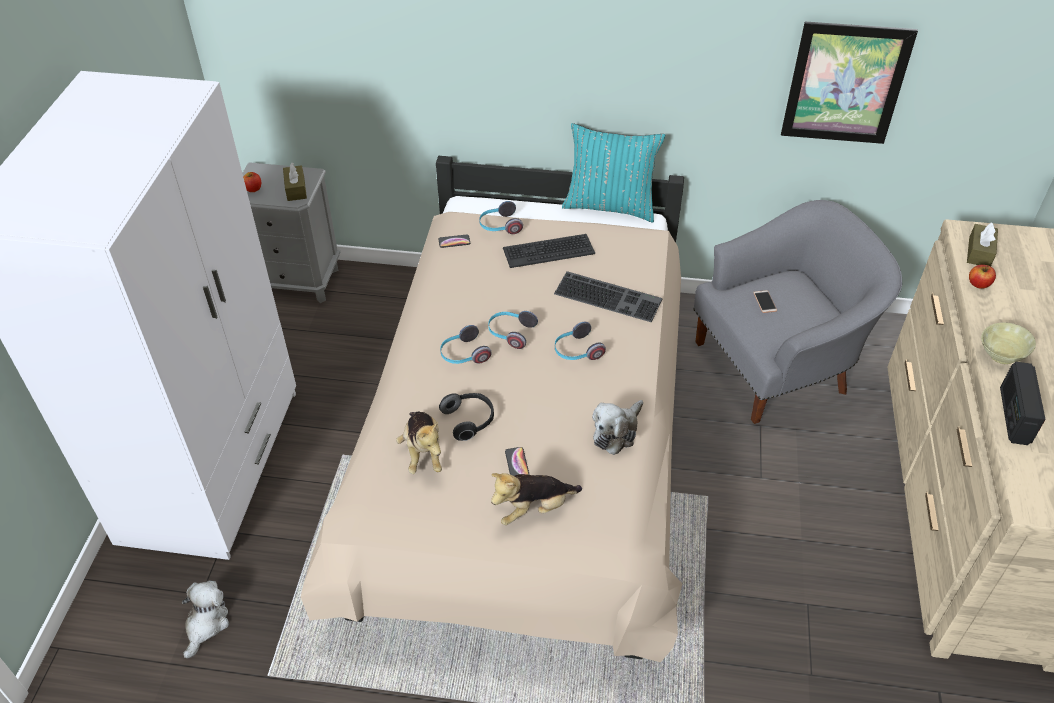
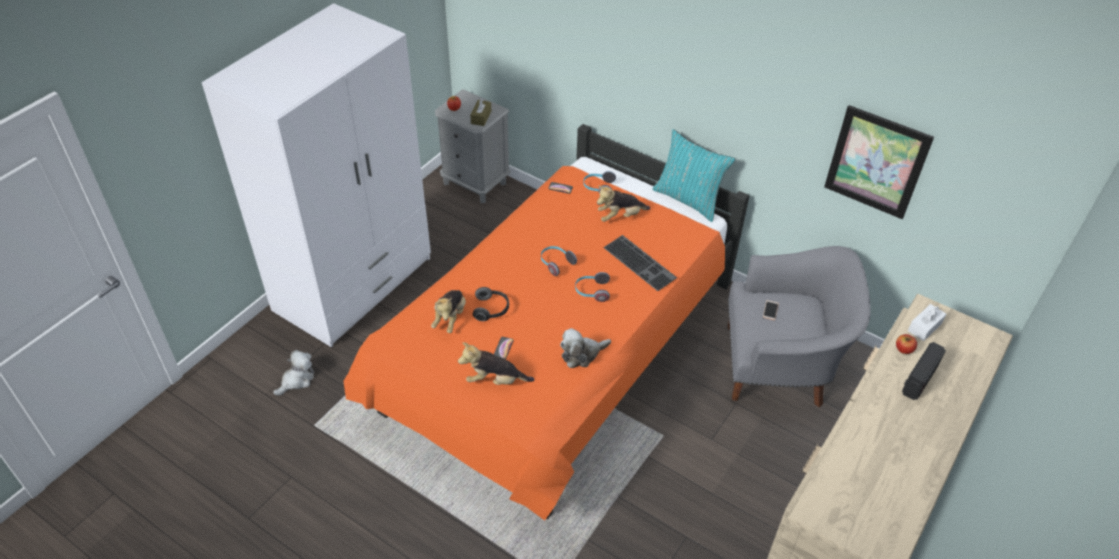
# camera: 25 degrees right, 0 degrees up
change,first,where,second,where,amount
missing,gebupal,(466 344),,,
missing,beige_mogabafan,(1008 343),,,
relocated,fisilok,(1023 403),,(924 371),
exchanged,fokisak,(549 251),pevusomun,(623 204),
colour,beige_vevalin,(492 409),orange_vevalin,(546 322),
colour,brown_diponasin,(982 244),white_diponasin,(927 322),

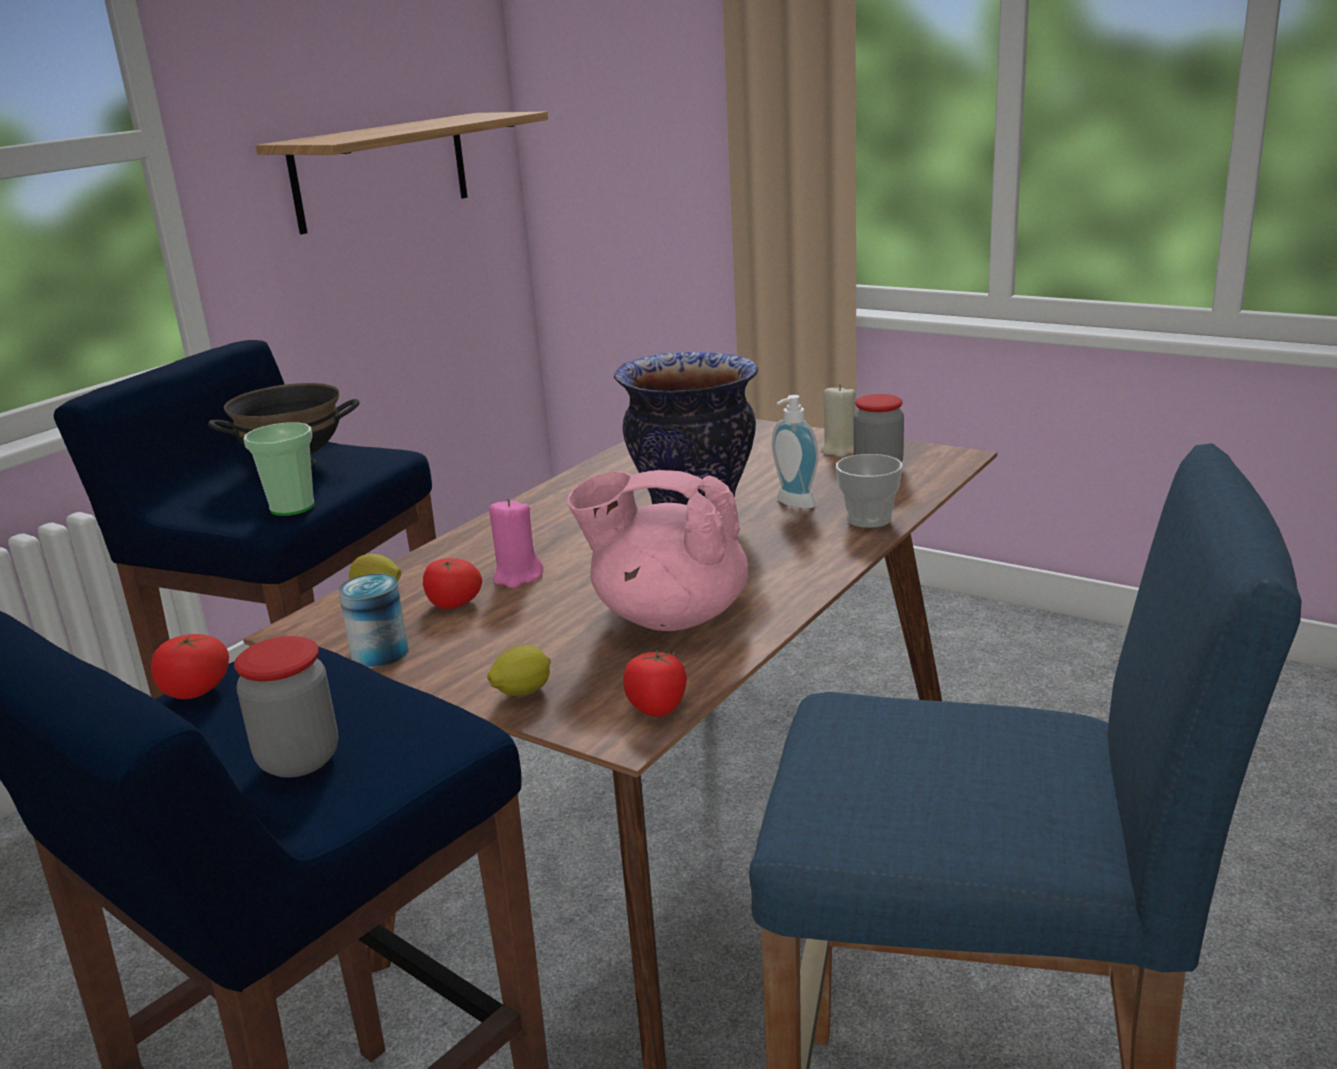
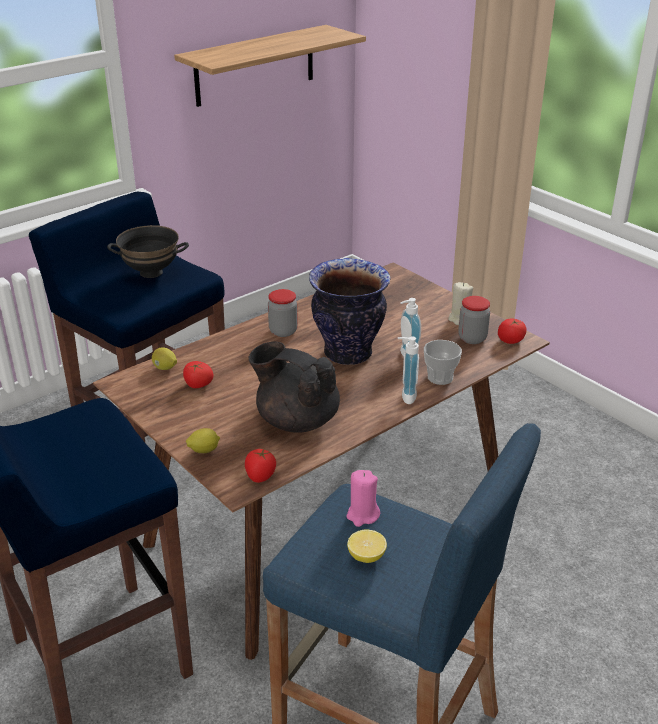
# camera: 15 degrees right, 10 degrees up
change,first,where,second,where,amount
missing,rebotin,(279 469),,,
missing,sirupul,(373 620),,,
appeared,,,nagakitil,(367 546),
appeared,,,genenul,(408 370),
relocated,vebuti,(190 666),,(512 331),
relocated,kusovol,(286 707),,(283 313),
relocated,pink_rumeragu,(516 543),,(363 498),
colour,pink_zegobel,(657 550),black_zegobel,(294 387),

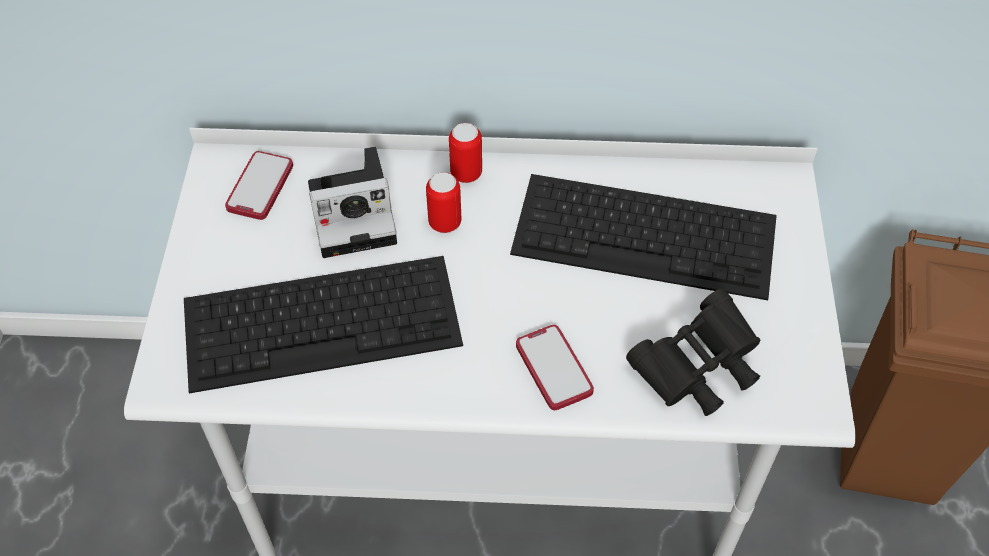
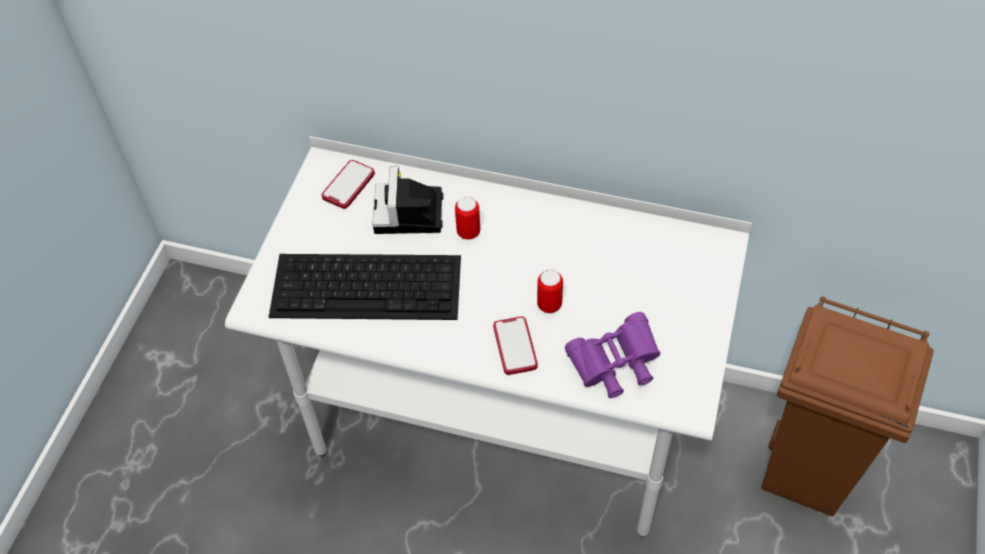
# camera: 15 degrees right, 0 degrees up
change,first,where,second,where,amount
missing,fokisak,(643 237),,,
relocated,sirupul,(465 153),,(550 291),
colour,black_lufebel,(693 352),purple_lufebel,(612 355),
spun,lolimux,(352 202),,(407 200),90 degrees clockwise

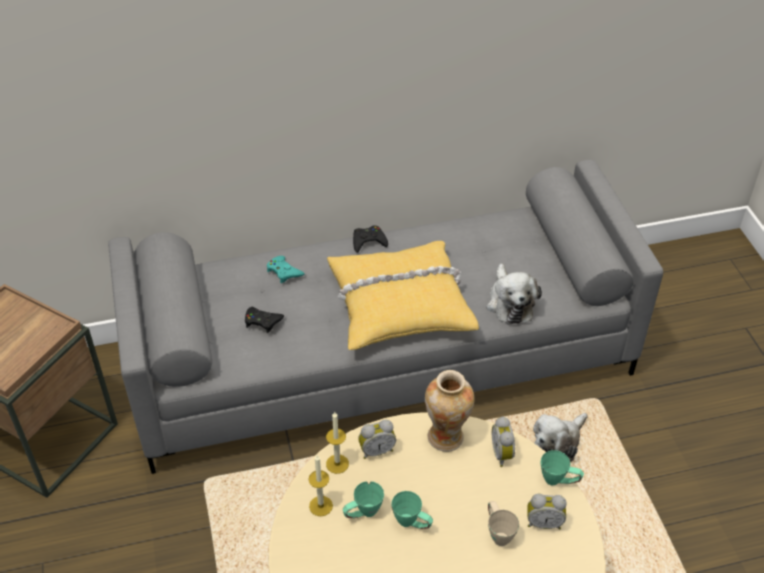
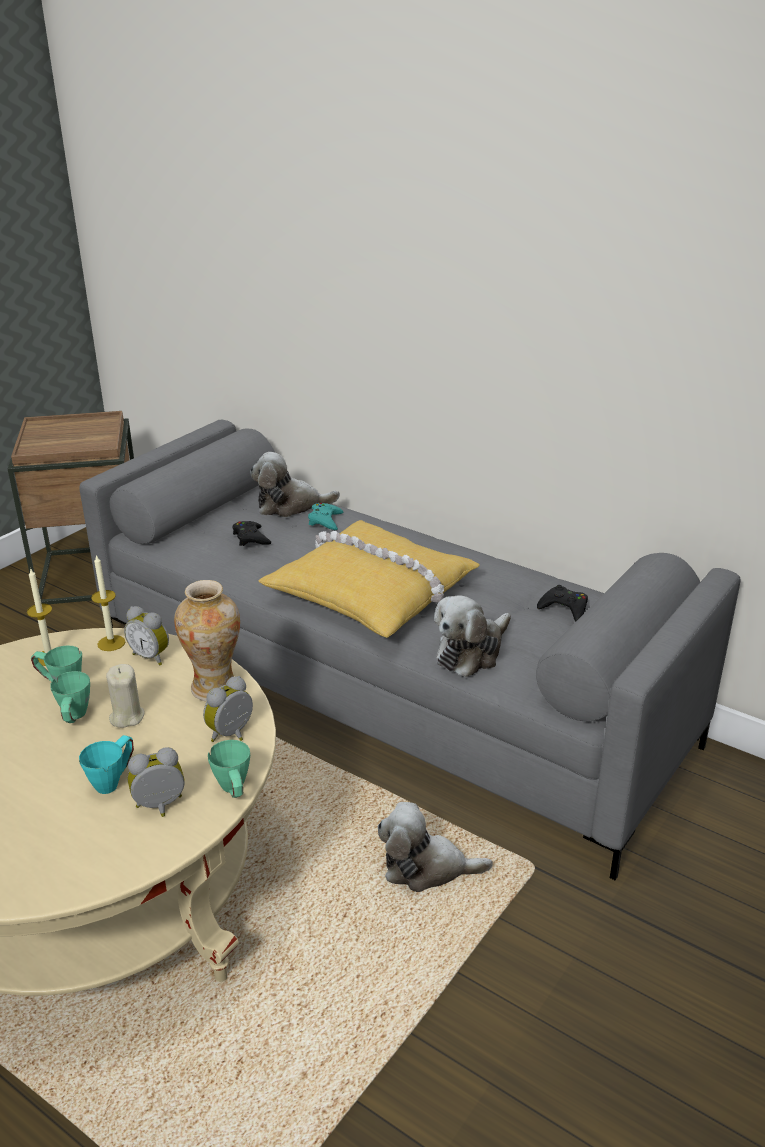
# camera: 50 degrees right, 15 degrees down
change,first,where,second,where,amount
appeared,,,beige_rumeragu,(125 696),
appeared,,,pevusomun,(295 484),
relocated,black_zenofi,(370 239),,(562 603),
colour,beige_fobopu,(503 523),turquoise_fobopu,(106 764),
spun,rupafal,(546 511),,(156 782),105 degrees clockwise

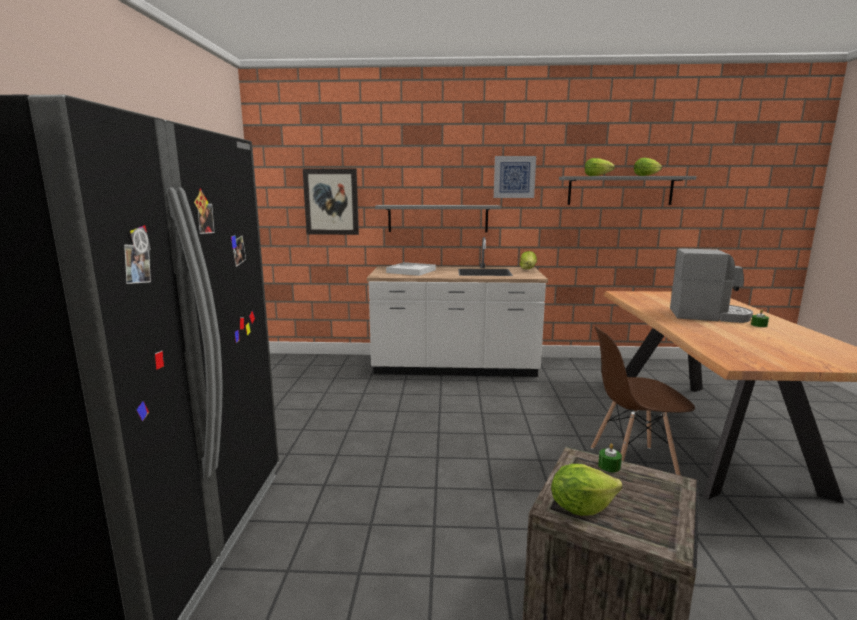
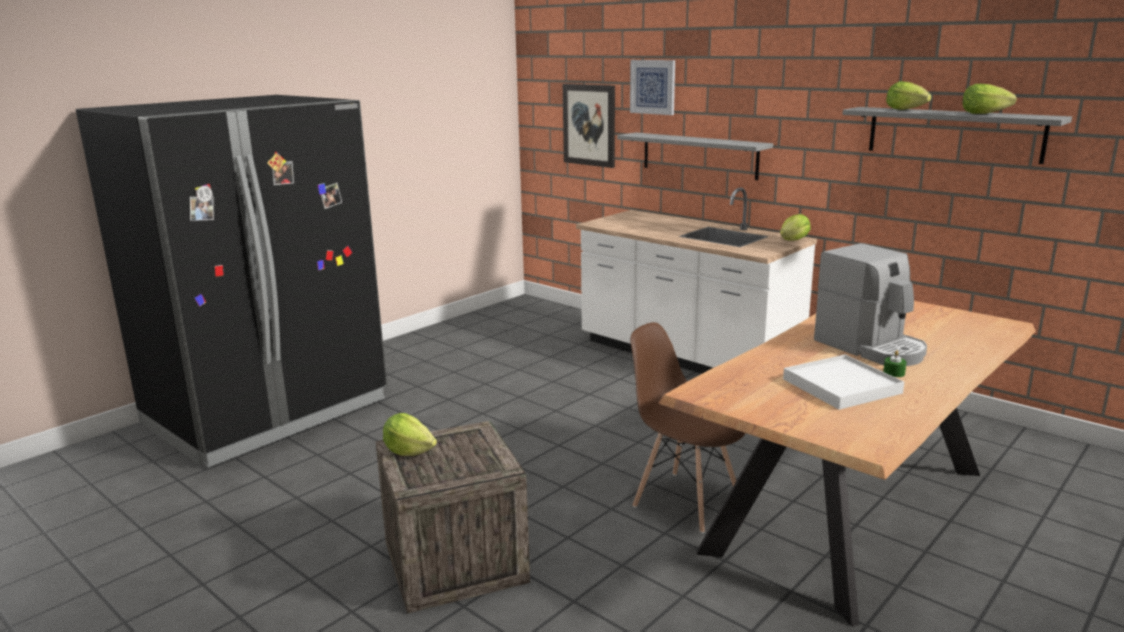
# camera: 40 degrees right, 5 degrees up
change,first,where,second,where,amount
missing,green_rumeragu,(610 457),,,
relocated,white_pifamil,(411 269),,(843 382),
relocated,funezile,(515 177),,(652 87),

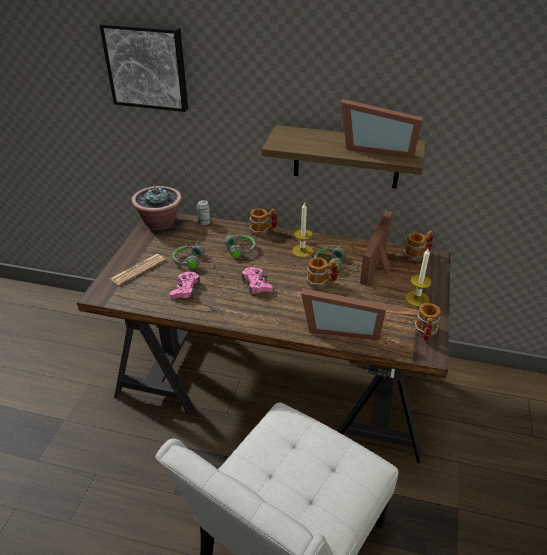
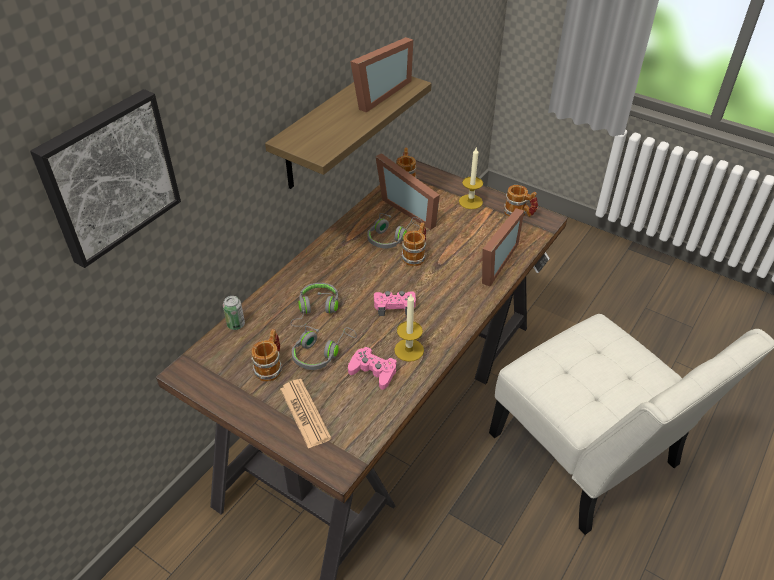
# camera: 70 degrees left, 5 degrees up
change,first,where,second,where,amount
missing,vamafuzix,(156 208),,,
relocated,fobopu,(263 222),,(267 355),
relocated,rumeragu,(302 229),,(409 328),

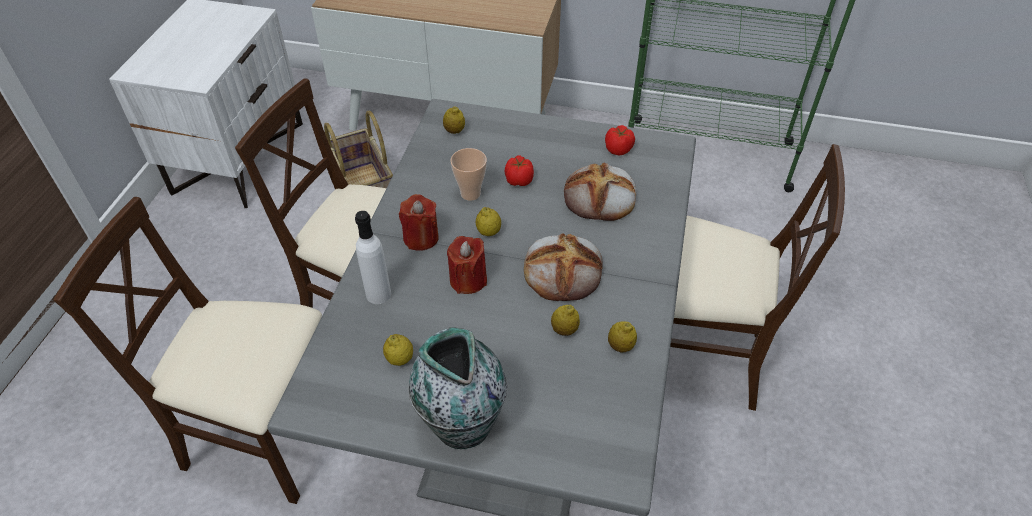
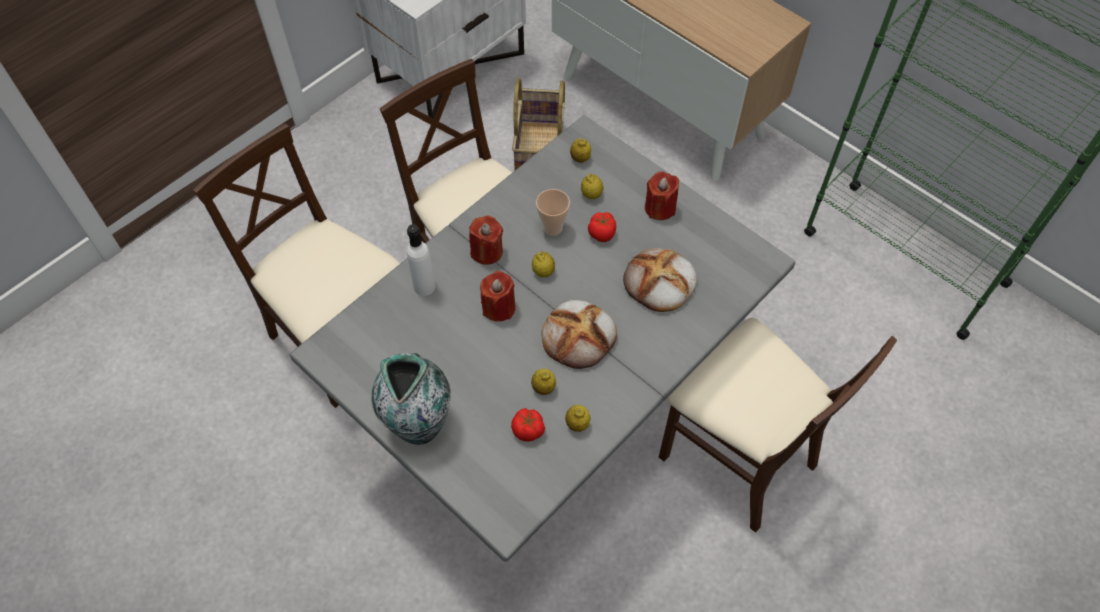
# camera: 30 degrees right, 10 degrees up
change,first,where,second,where,amount
appeared,,,red_rumeragu,(662 195),
relocated,nagakitil,(398 350),,(592 186),
relocated,vebuti,(620 140),,(528 424),

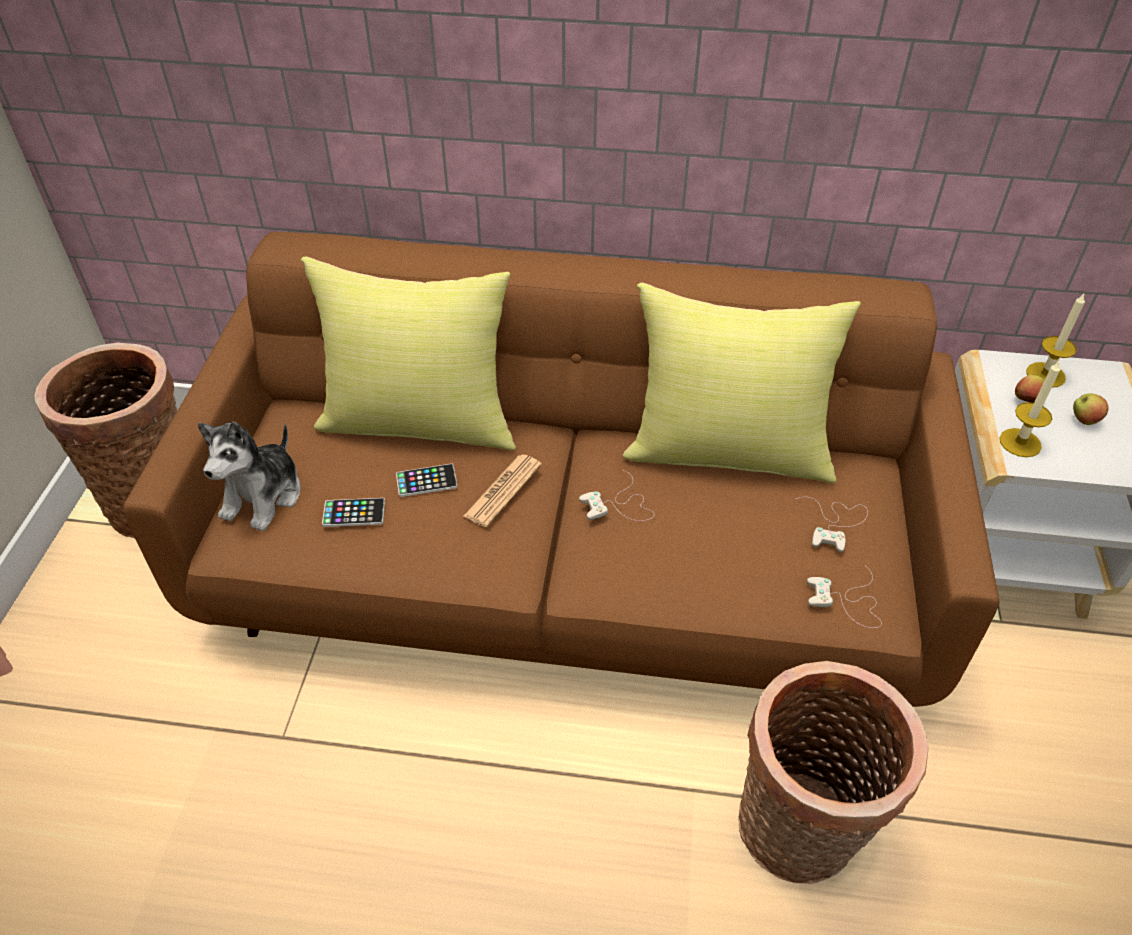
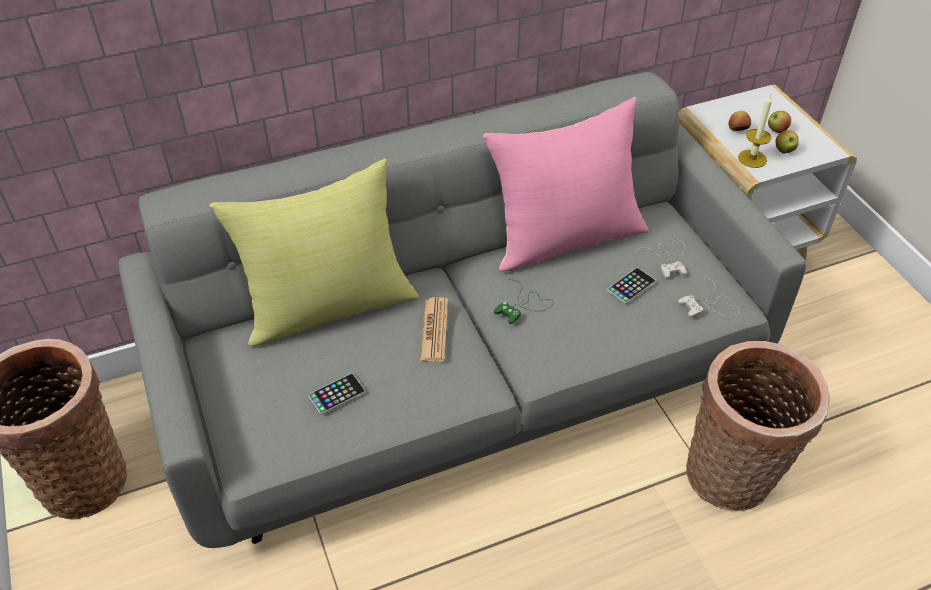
# camera: 30 degrees left, 0 degrees up
change,first,where,second,where,amount
missing,pevusomun,(249 476),,,
missing,rumeragu,(1055 340),,,
appeared,,,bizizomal,(787 142),
relocated,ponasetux,(427 480),,(631 286),
colour,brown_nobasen,(561 469),grey_nobasen,(462 310),
colour,white_zenofi,(617 495),green_zenofi,(524 302),
colour,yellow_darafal,(742 383),pink_darafal,(566 184),

